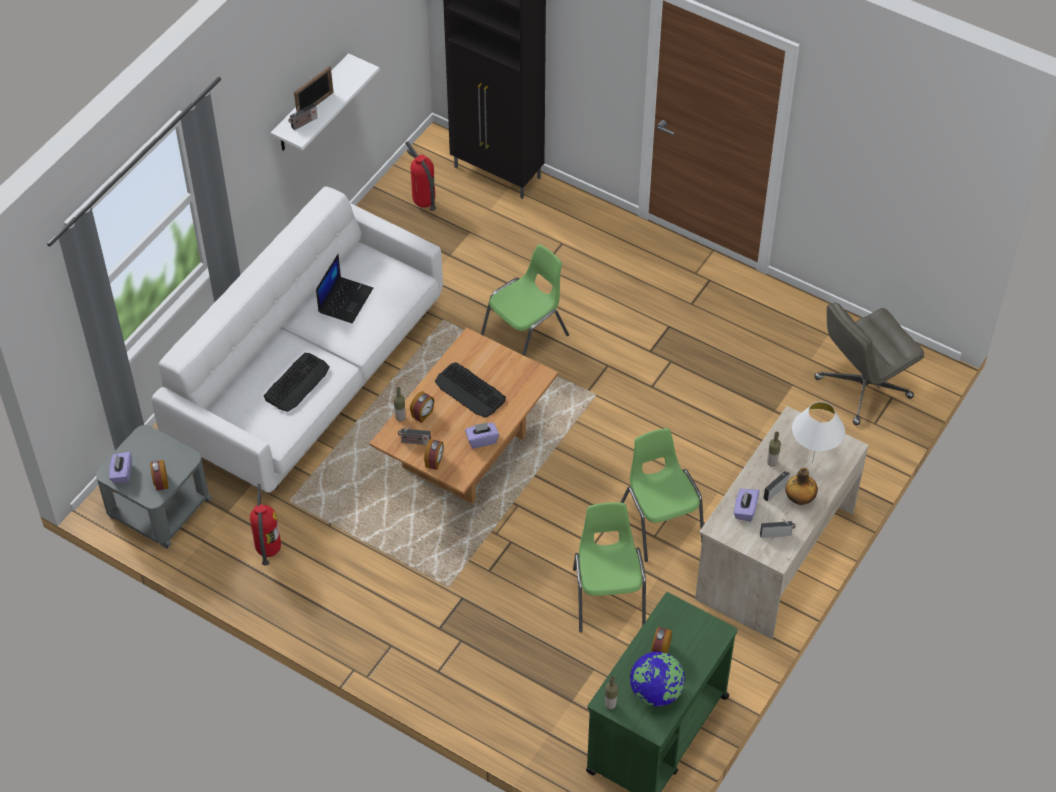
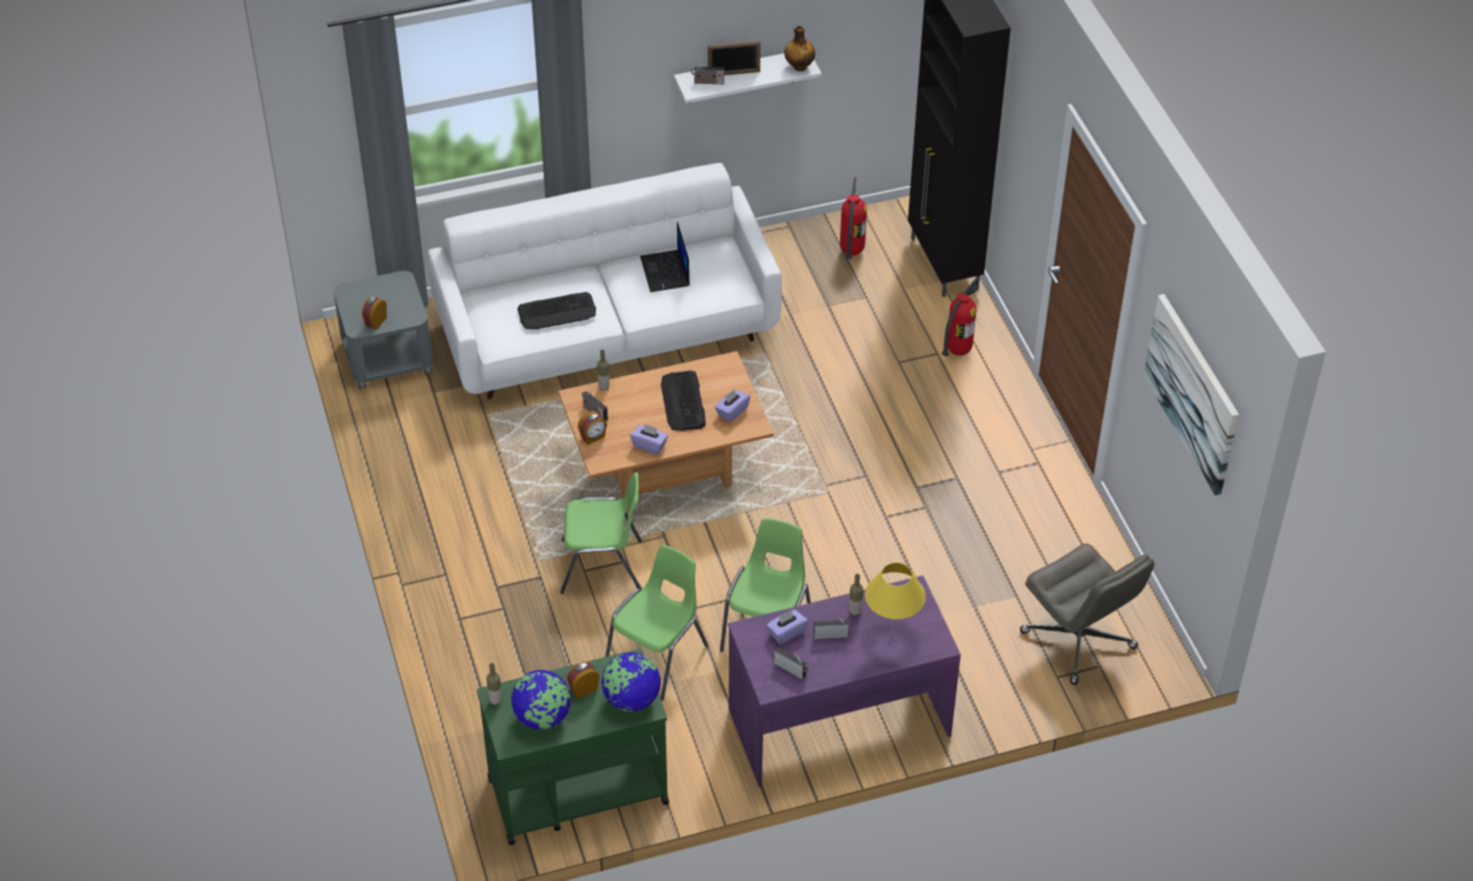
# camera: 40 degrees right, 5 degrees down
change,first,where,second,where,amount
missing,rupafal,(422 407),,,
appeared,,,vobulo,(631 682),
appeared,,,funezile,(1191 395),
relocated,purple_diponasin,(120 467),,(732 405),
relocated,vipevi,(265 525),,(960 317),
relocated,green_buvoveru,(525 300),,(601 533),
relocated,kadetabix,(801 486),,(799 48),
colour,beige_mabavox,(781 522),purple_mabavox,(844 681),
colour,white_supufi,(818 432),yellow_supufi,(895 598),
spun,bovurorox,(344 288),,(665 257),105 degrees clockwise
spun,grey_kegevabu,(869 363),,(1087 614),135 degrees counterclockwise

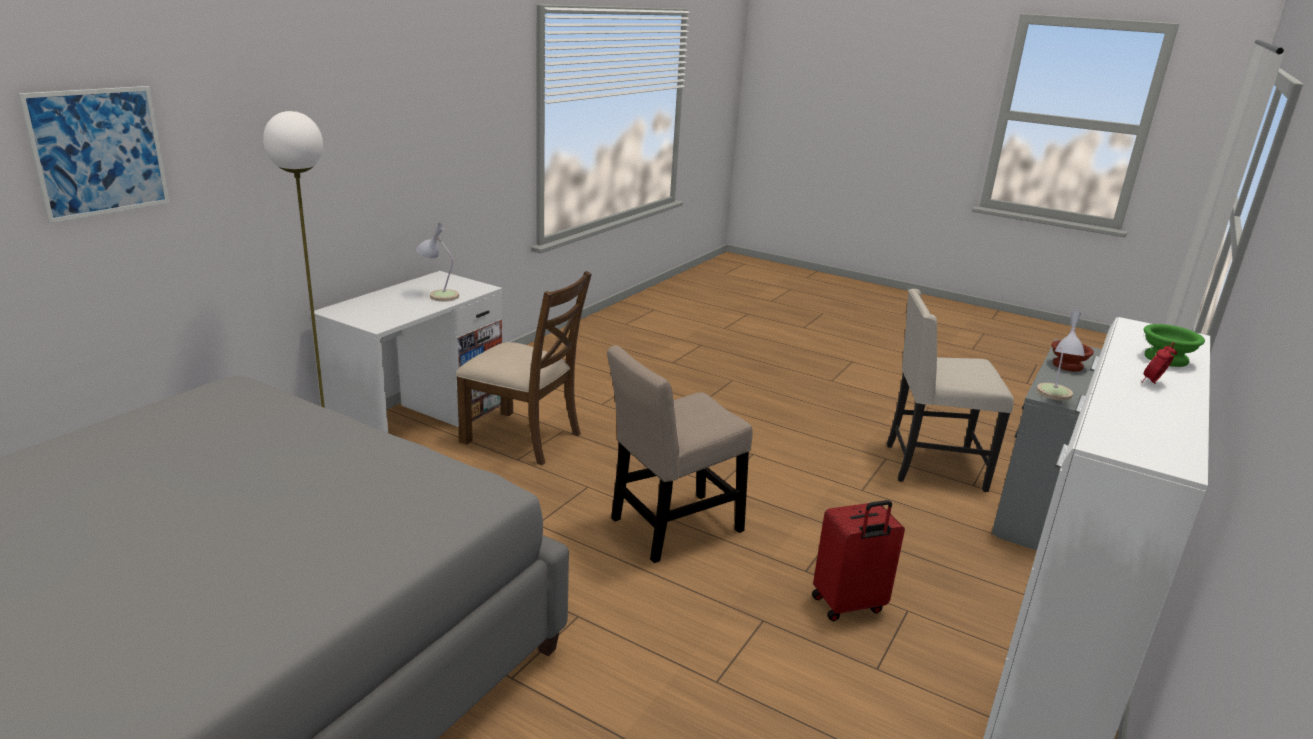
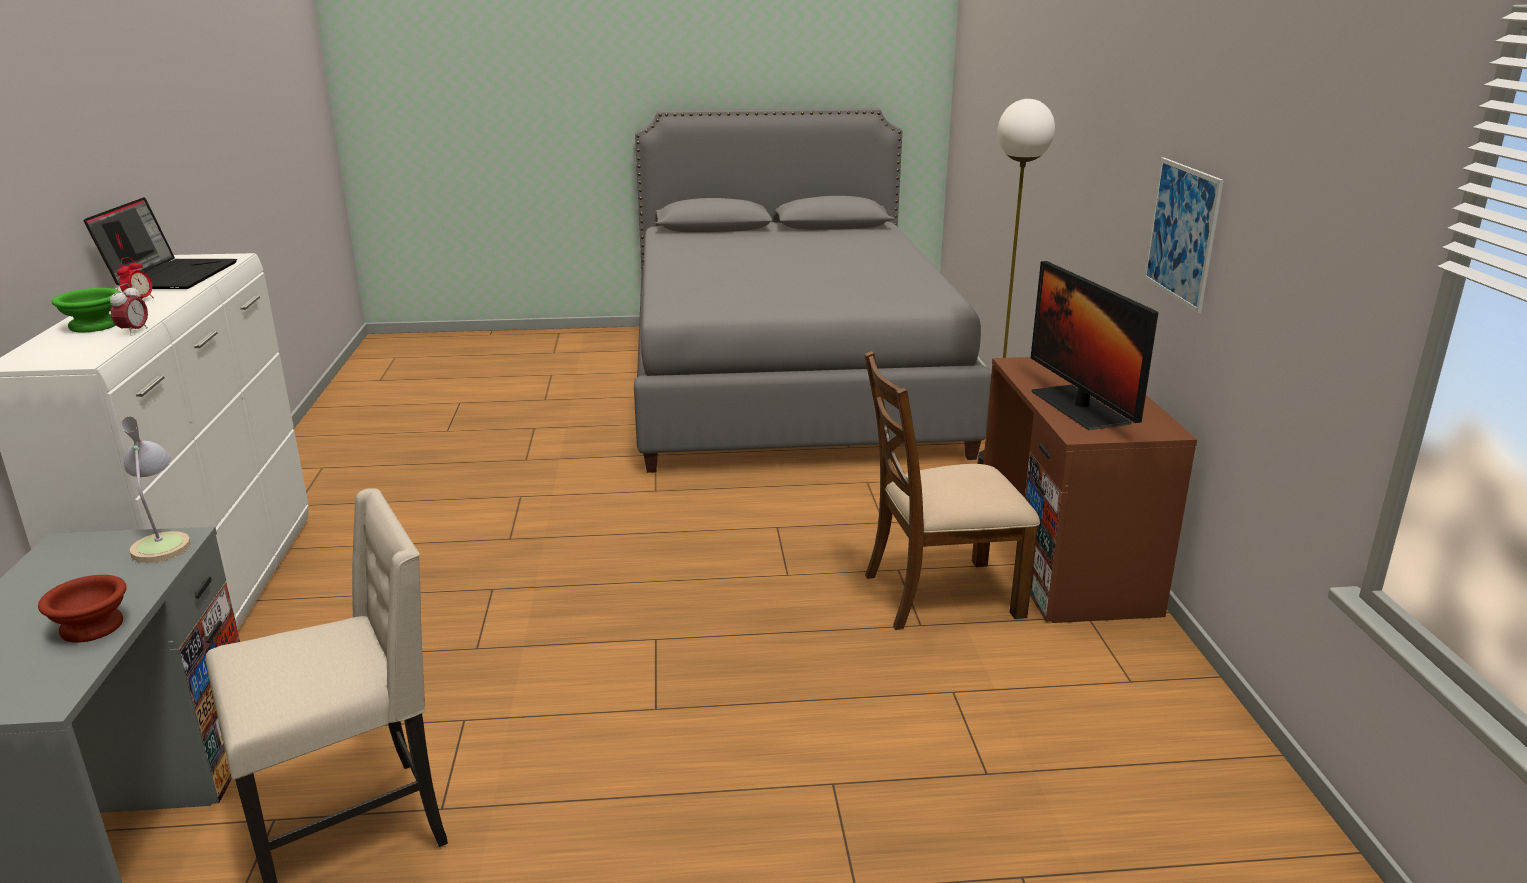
# camera: 145 degrees right, 0 degrees up
change,first,where,second,where,amount
missing,beige_buvoveru,(680 454),,,
missing,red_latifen,(858 560),,,
appeared,,,bovurorox,(160 243),
appeared,,,rupafal,(129 309),
relocated,funezile,(94 154),,(1183 235),
exchanged,supufi,(437 262),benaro,(1094 345),
colour,white_mabavox,(406 352),brown_mabavox,(1090 490),

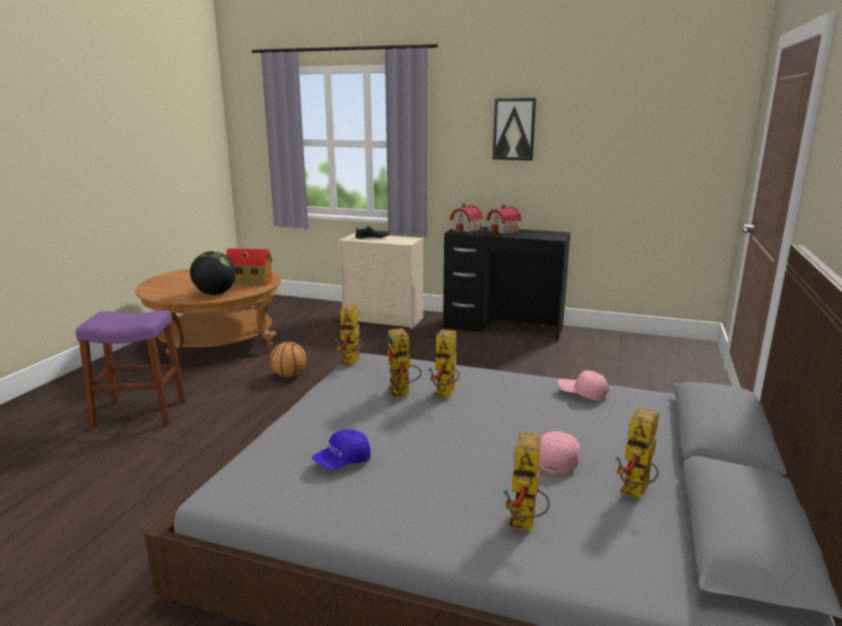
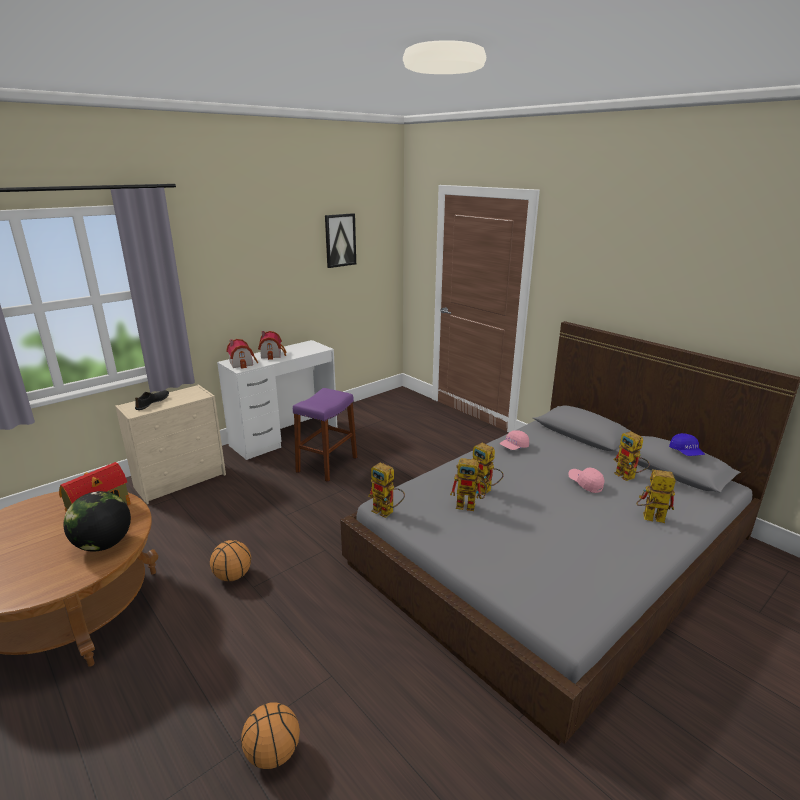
# camera: 60 degrees left, 5 degrees up
change,first,where,second,where,amount
appeared,,,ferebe,(270 735),
relocated,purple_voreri,(131 368),,(325 435),
relocated,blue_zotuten,(341 450),,(687 444),
relocated,funezile,(514 129),,(340 240),
colour,black_mabavox,(506 284),white_mabavox,(277 400),
spun,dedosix,(526 481),,(656 496),150 degrees clockwise

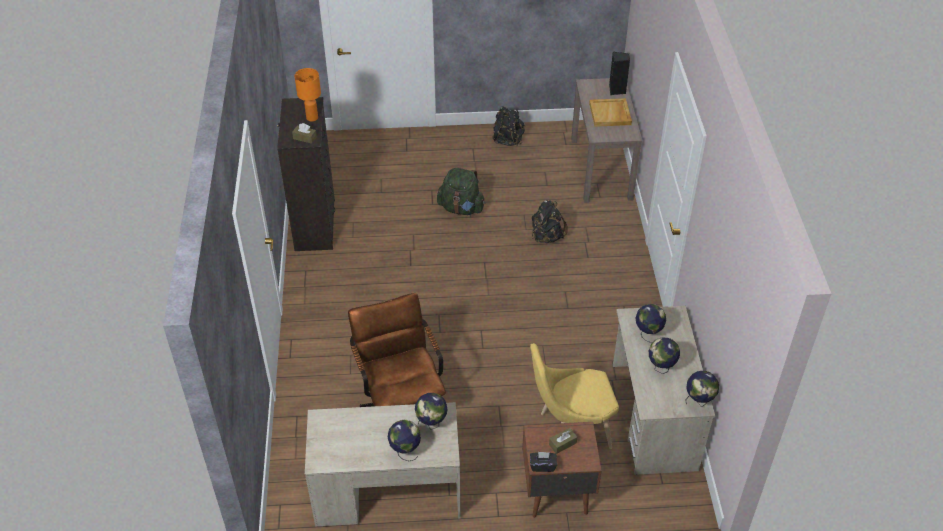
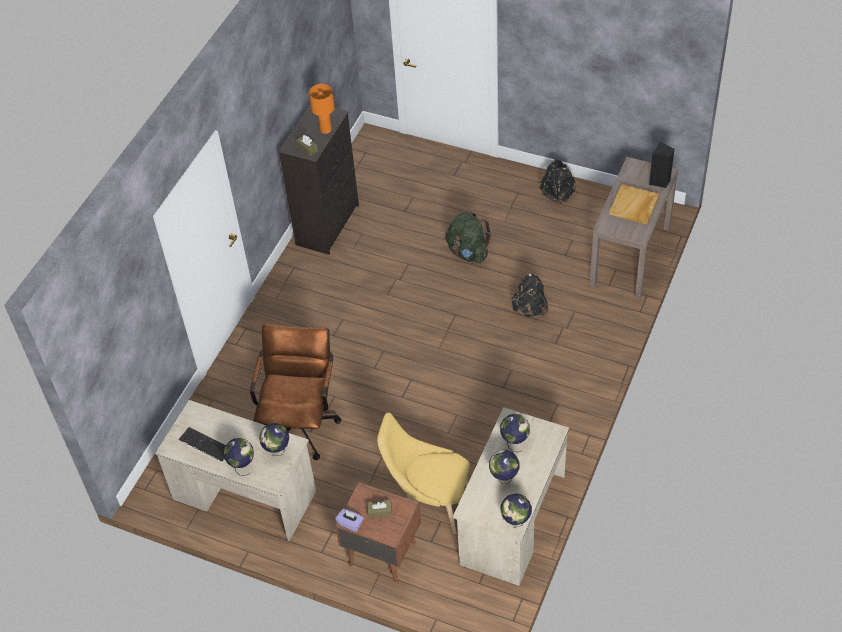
# camera: 30 degrees right, 5 degrees up
change,first,where,second,where,amount
appeared,,,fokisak,(202 444),
colour,black_diponasin,(543 462),purple_diponasin,(350 520),

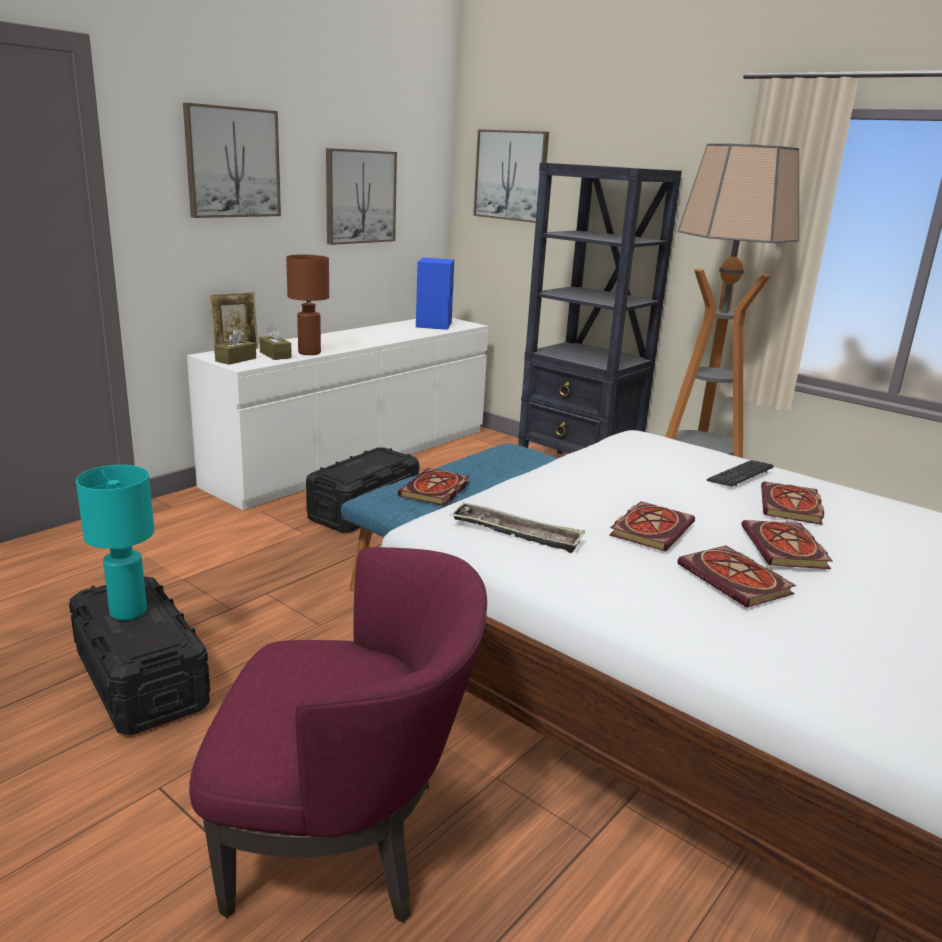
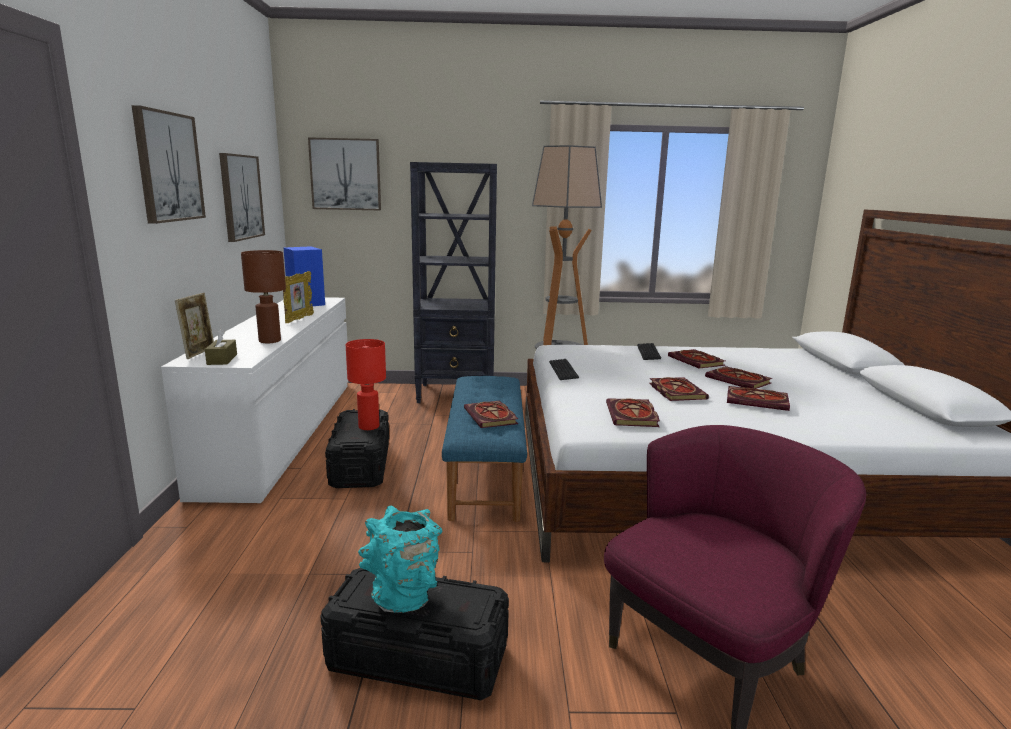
# camera: 40 degrees left, 5 degrees down
change,first,where,second,where,amount
missing,brown_diponasin,(275 342),,,
appeared,,,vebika,(298 297),
appeared,,,red_supufi,(366 384),
appeared,,,fokisak,(564 369),
exchanged,turquoise_supufi,(115 542),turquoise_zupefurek,(400 559),
exchanged,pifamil,(518 528),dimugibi,(633 412),

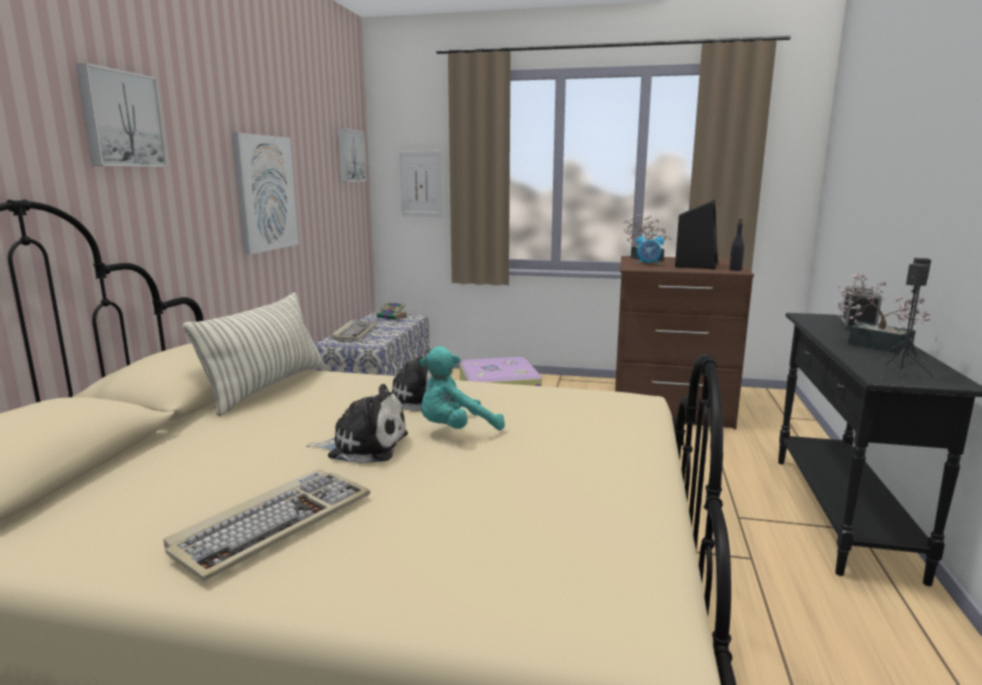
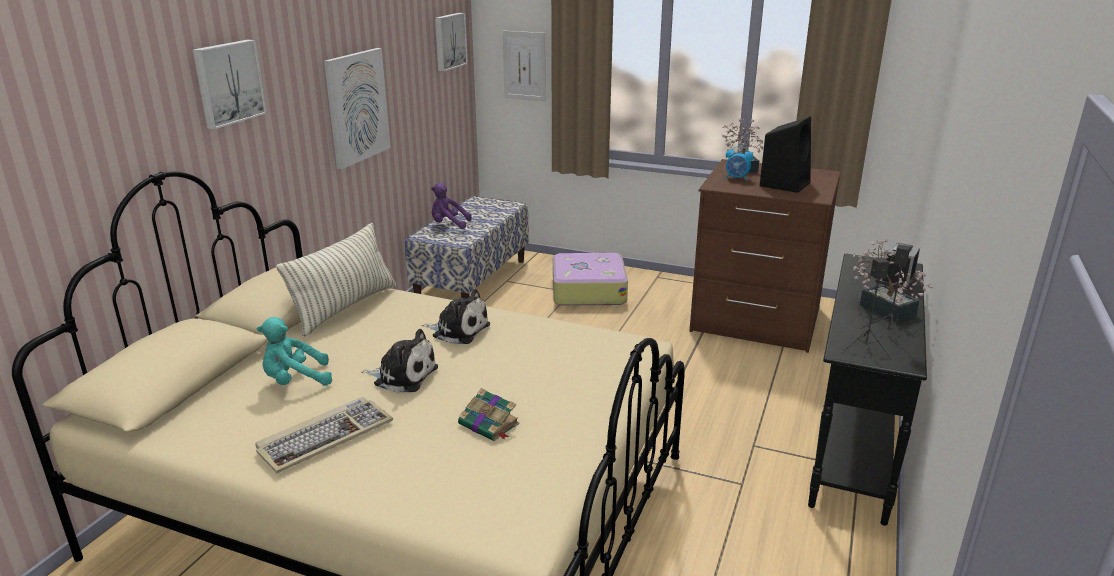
# camera: 10 degrees right, 10 degrees up
change,first,where,second,where,amount
missing,black_kadetabix,(736 245),,,
relocated,dimugibi,(392 311),,(488 414),
relocated,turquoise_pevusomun,(462 388),,(294 351),
exchanged,fokisak,(354 330),purple_pevusomun,(451 206),

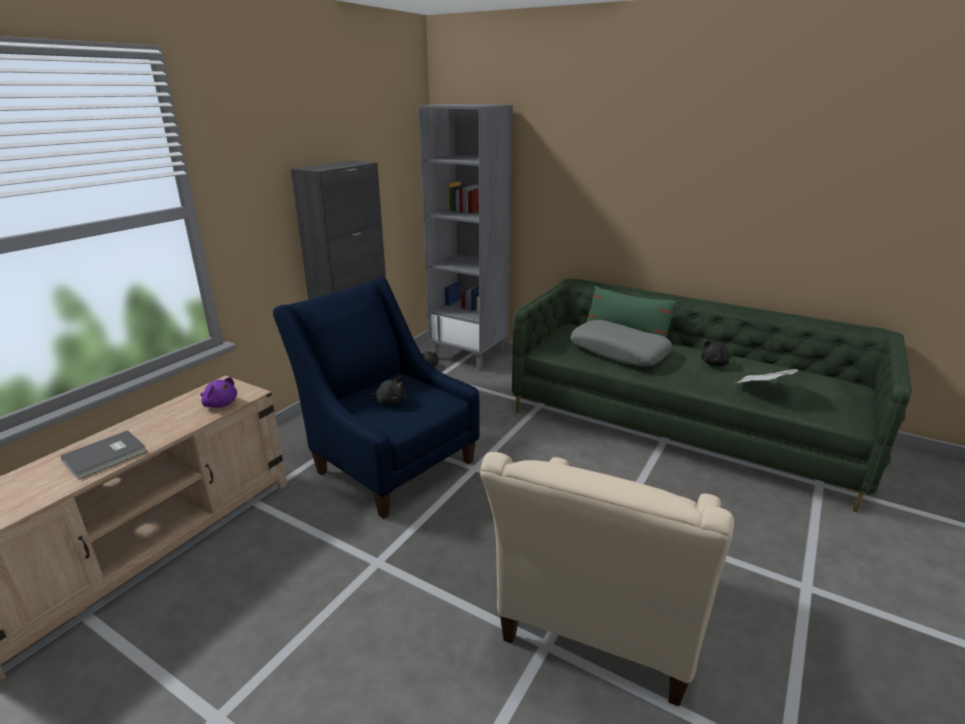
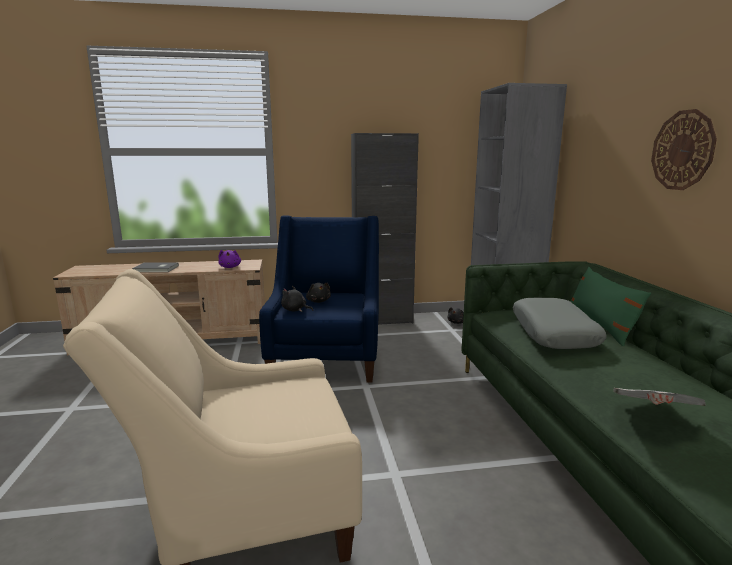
# camera: 50 degrees right, 10 degrees down
change,first,where,second,where,amount
appeared,,,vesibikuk,(684 149),
relocated,black_pevusomun,(716 353),,(297 299),

